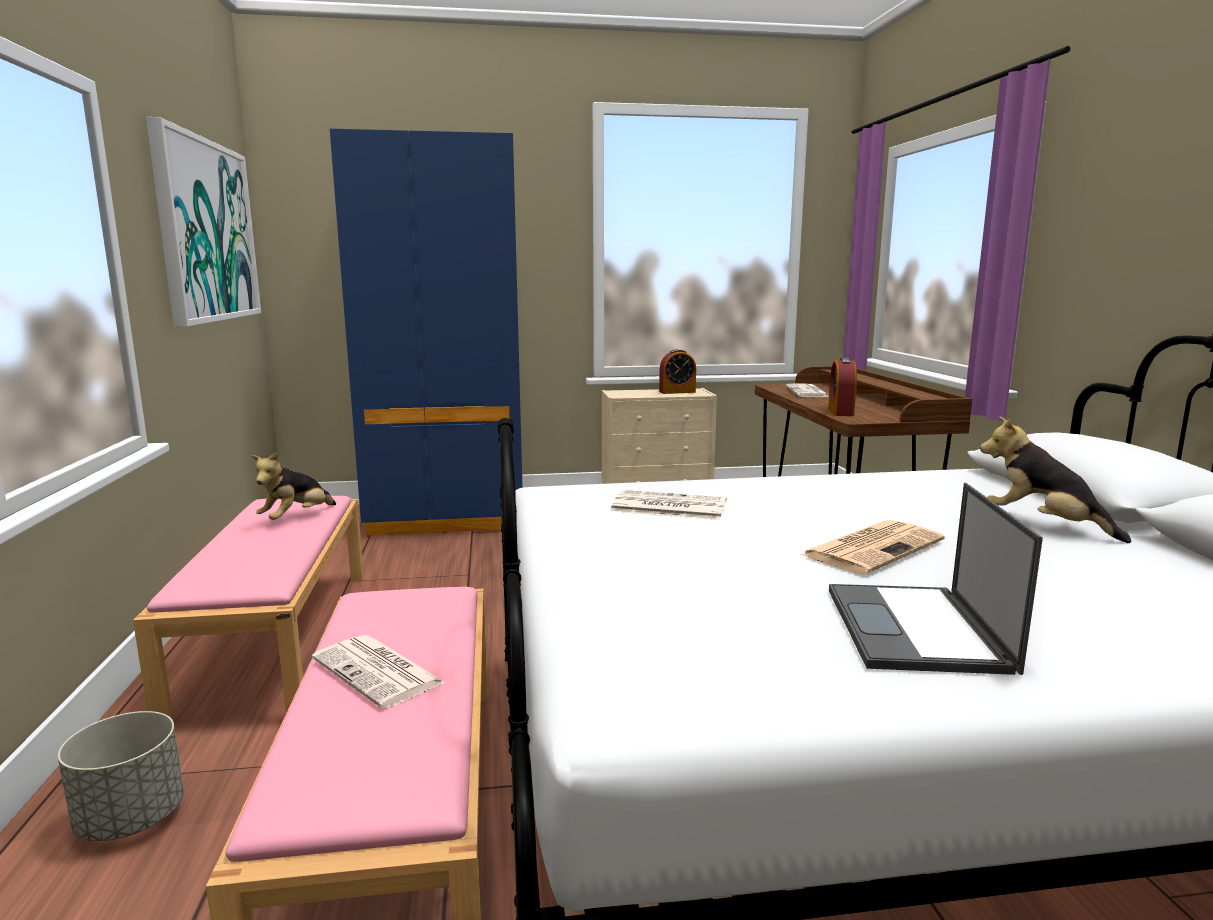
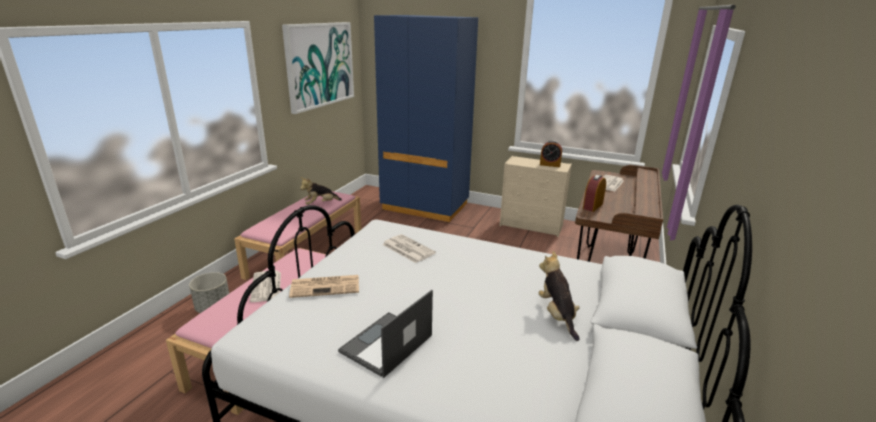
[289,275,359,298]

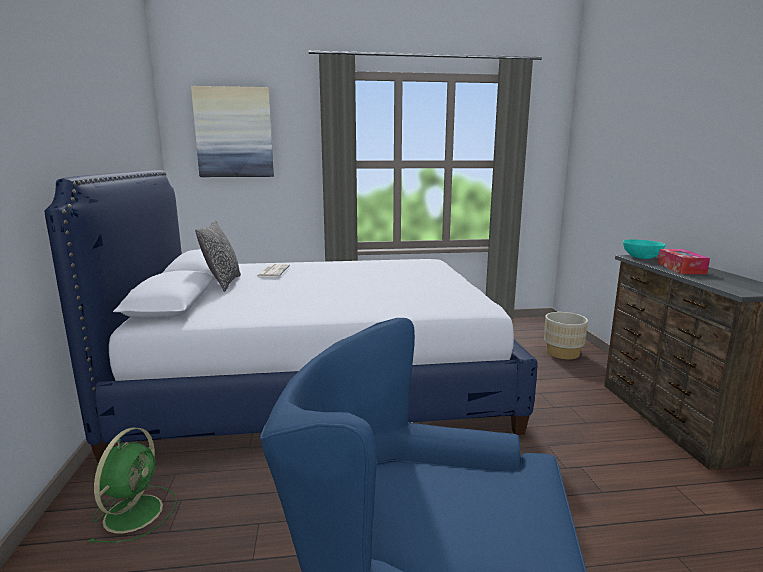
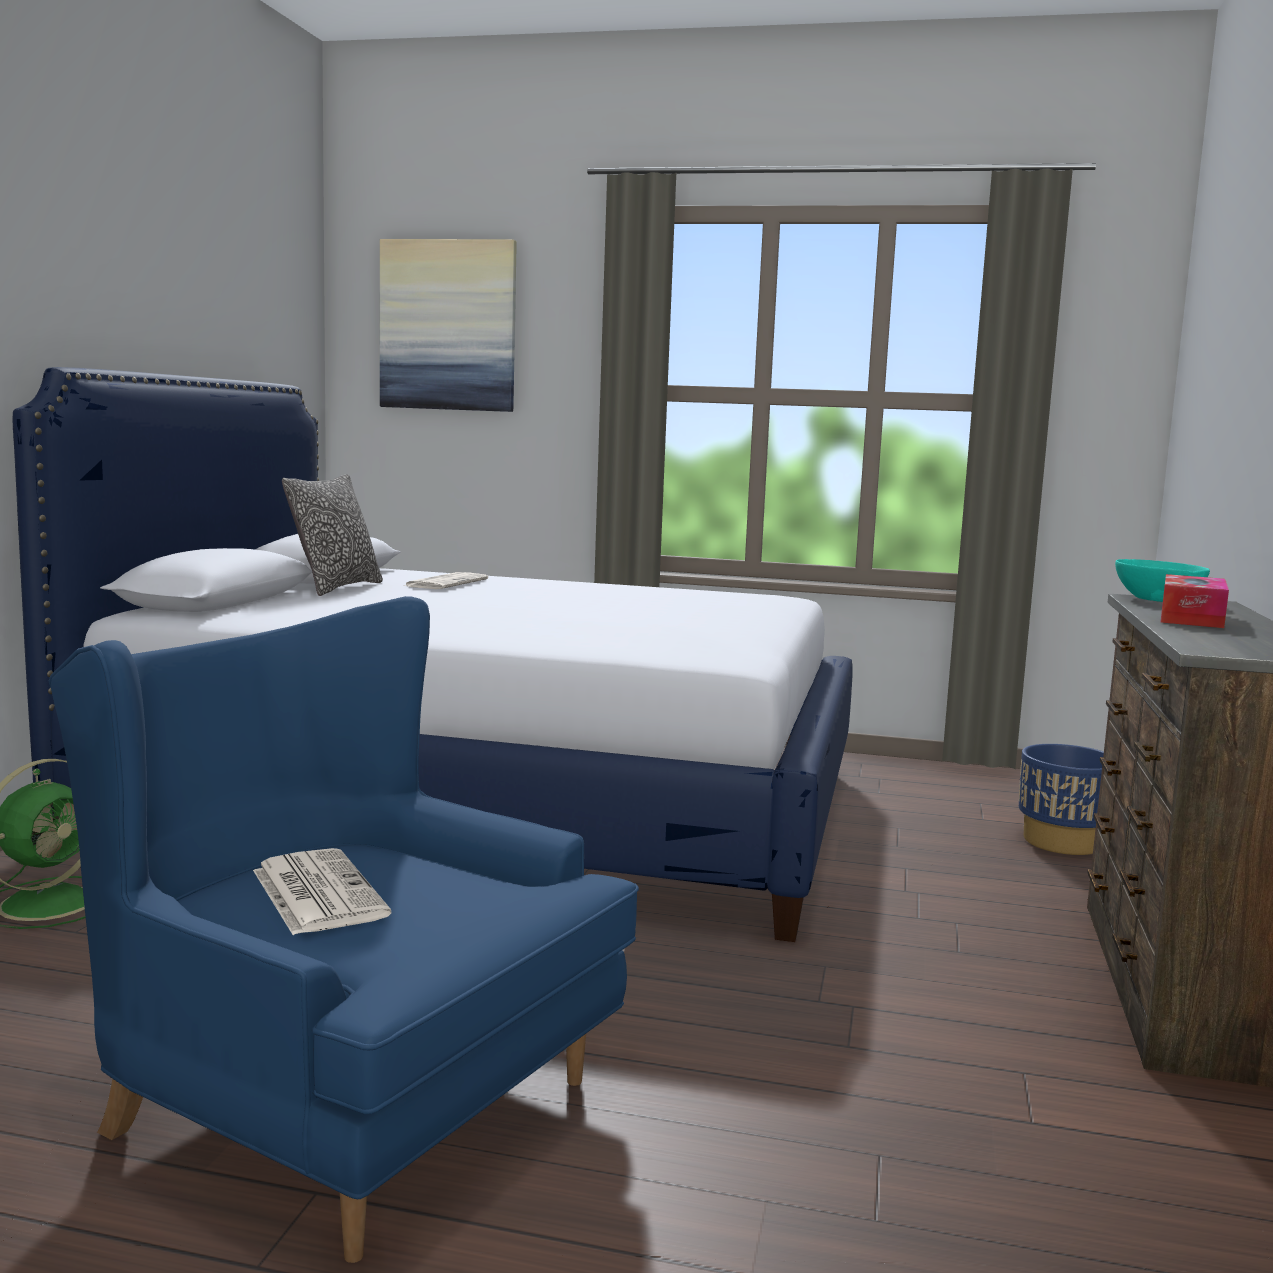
[253,848,391,935]
[1019,744,1104,855]

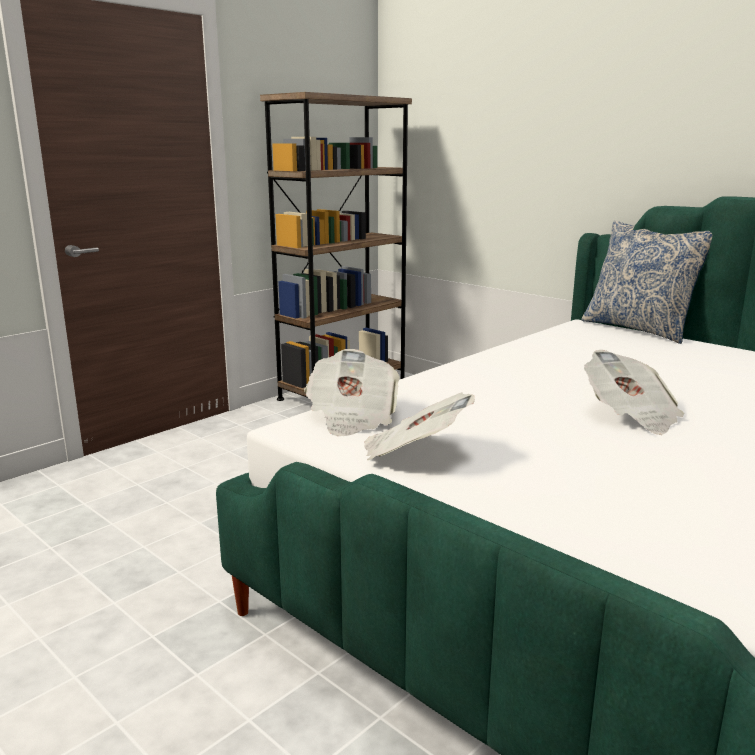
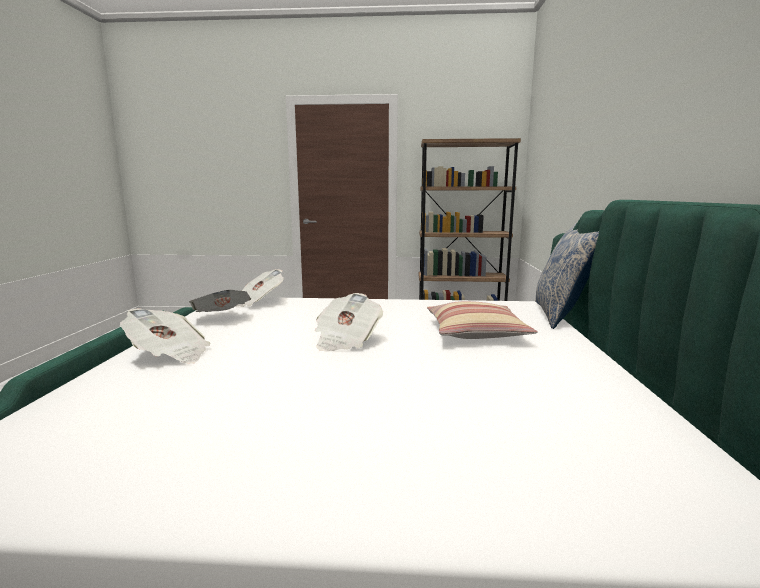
[120,308,211,364]
[427,301,538,339]

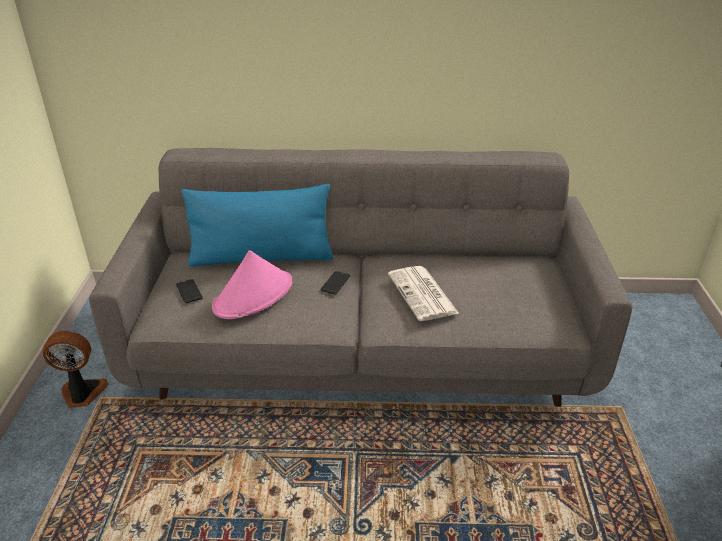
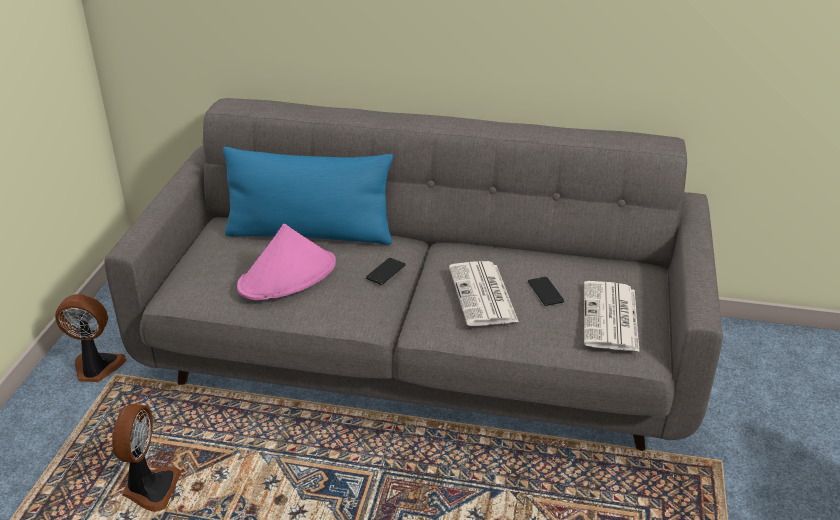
[112,404,182,512]
[584,281,640,352]
[528,277,564,306]

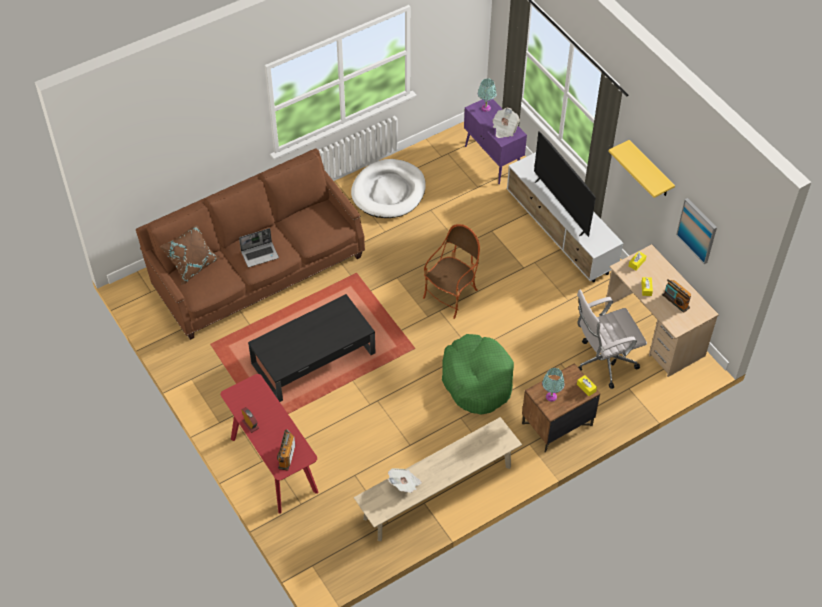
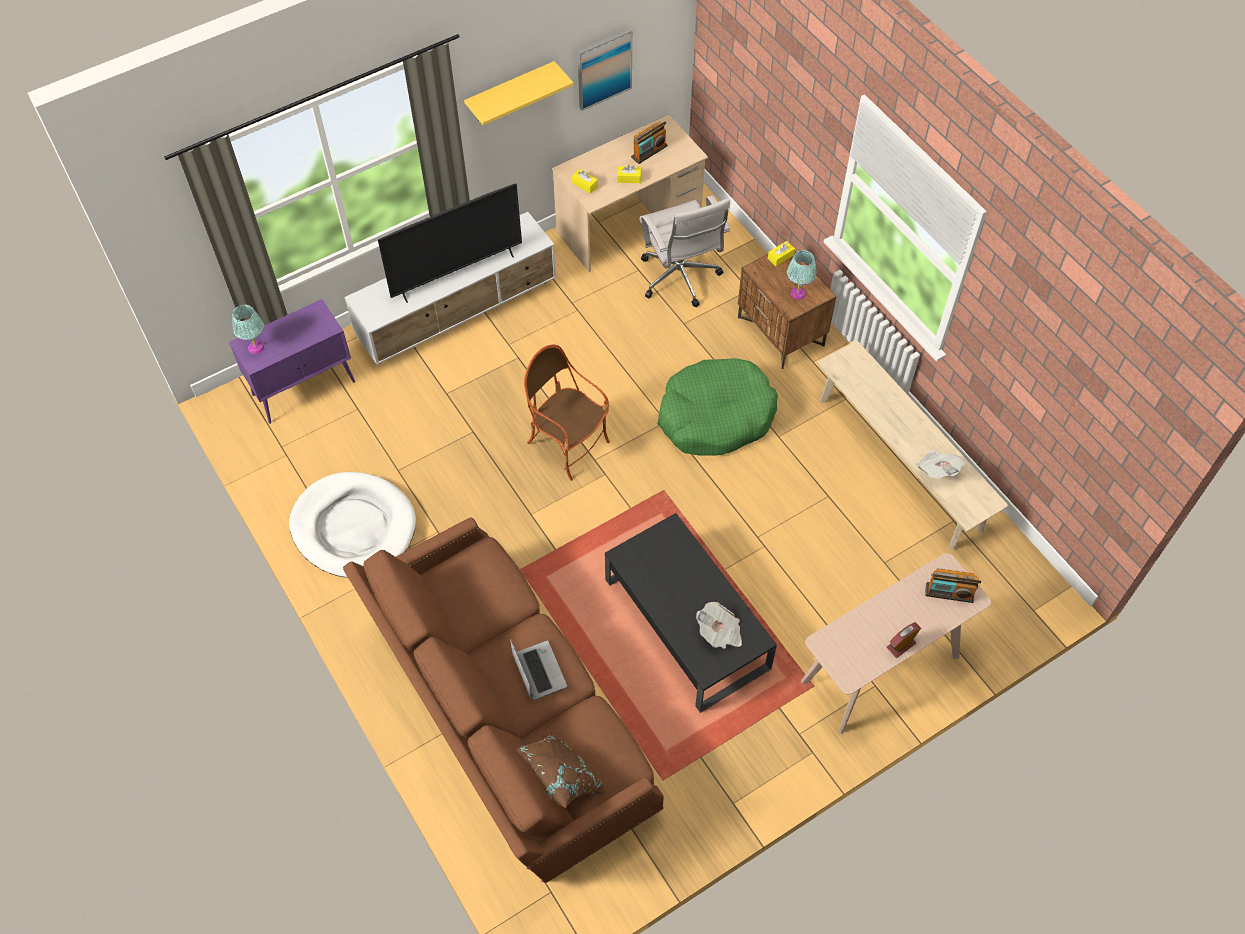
[696,602,742,649]
[801,553,991,734]

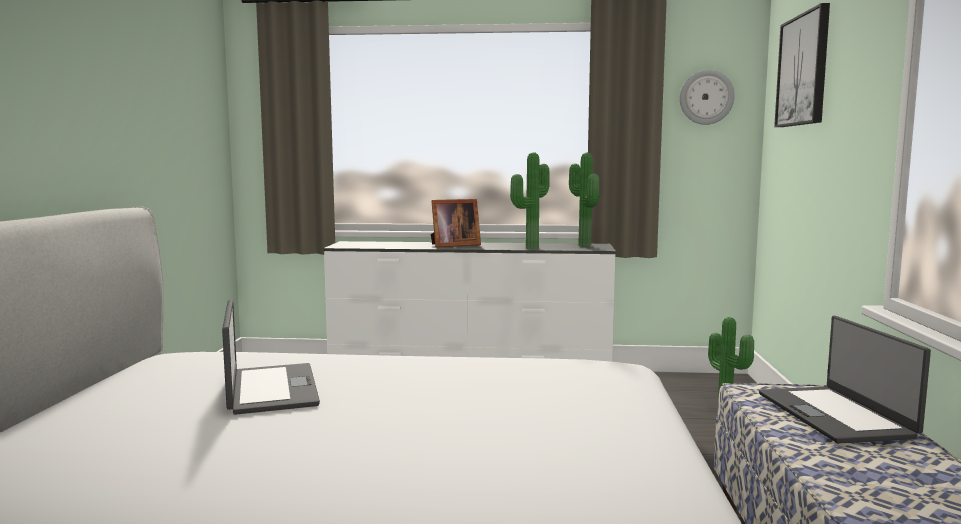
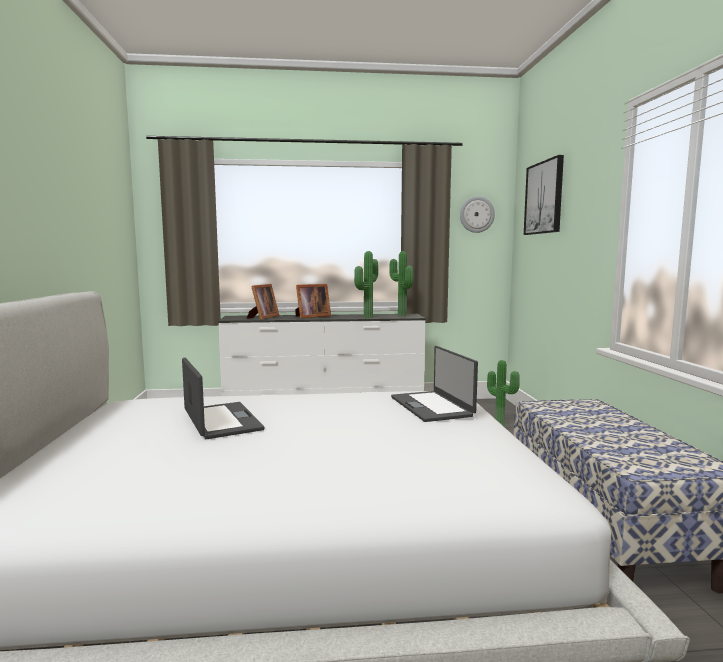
[247,284,279,320]
[391,346,478,422]

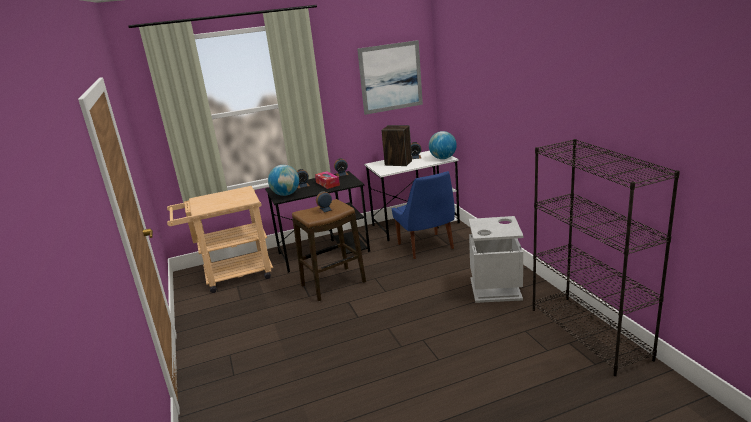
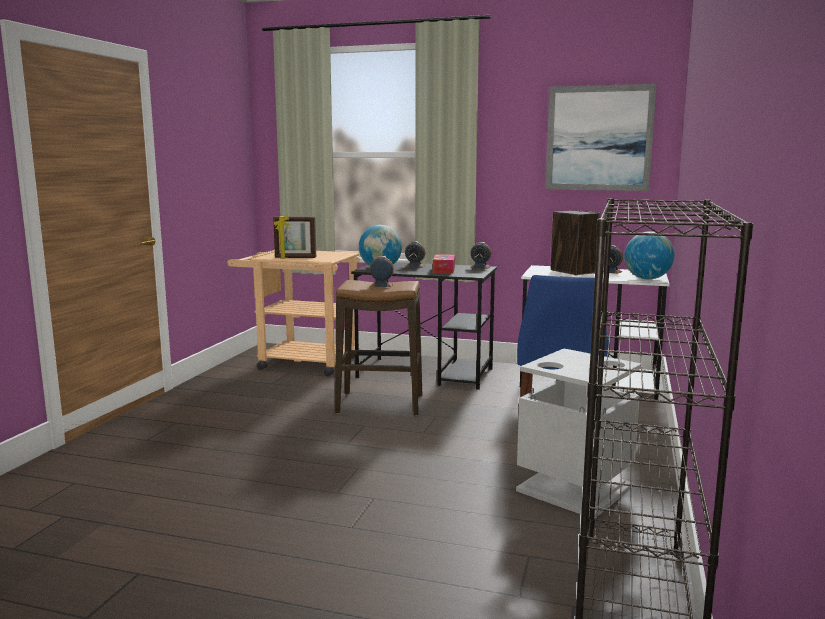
[273,215,316,258]

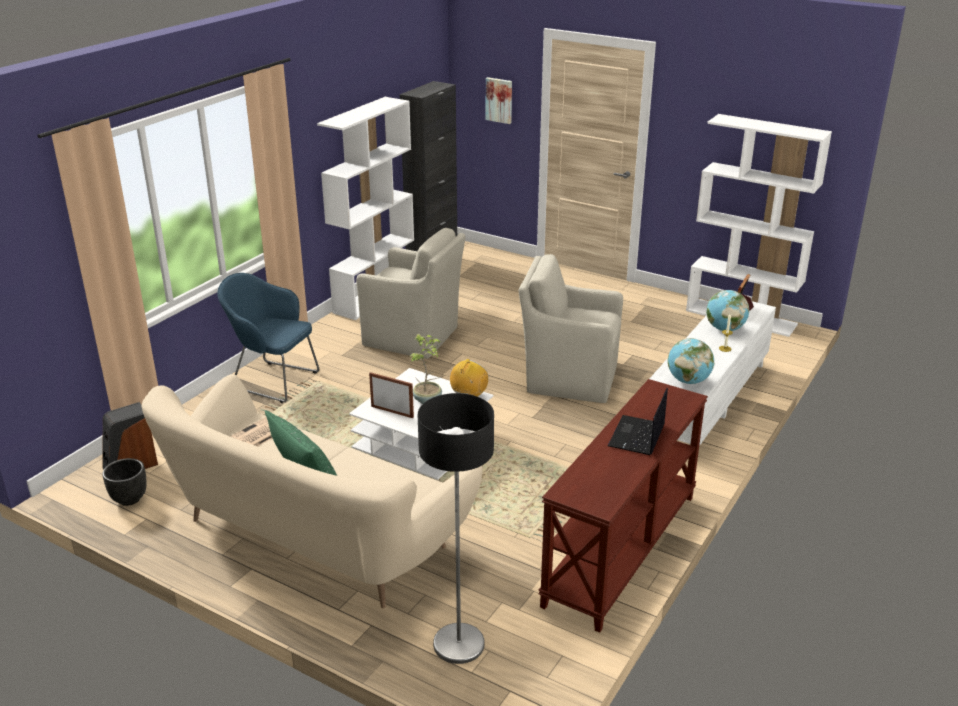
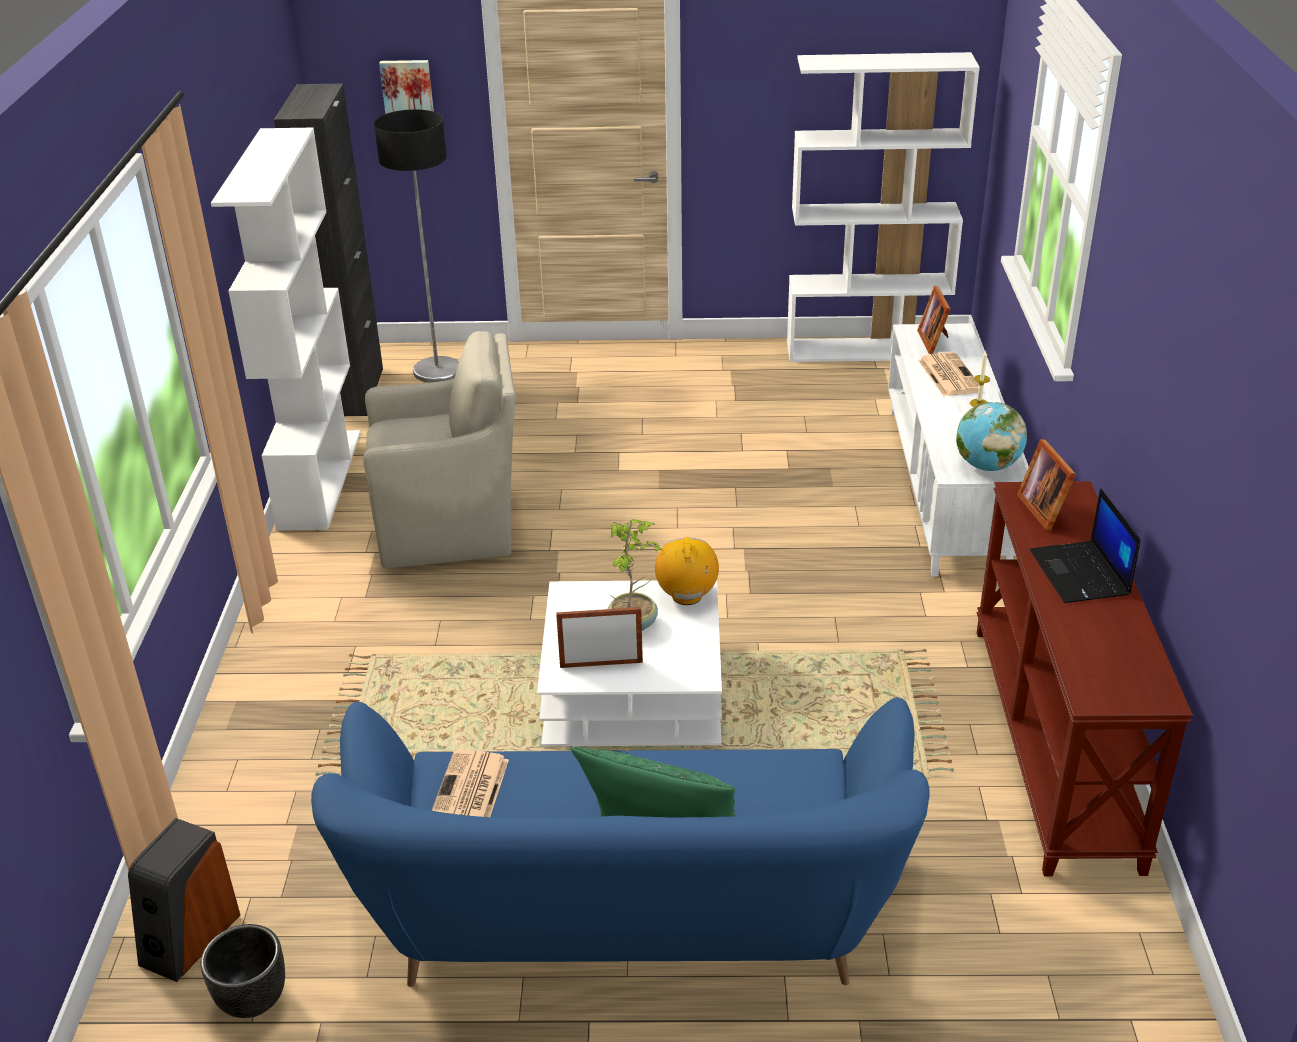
[217,273,319,403] (first image)
[519,254,623,403] (first image)
[1017,439,1076,531]
[374,109,459,383]
[918,352,979,396]
[311,697,930,987]

